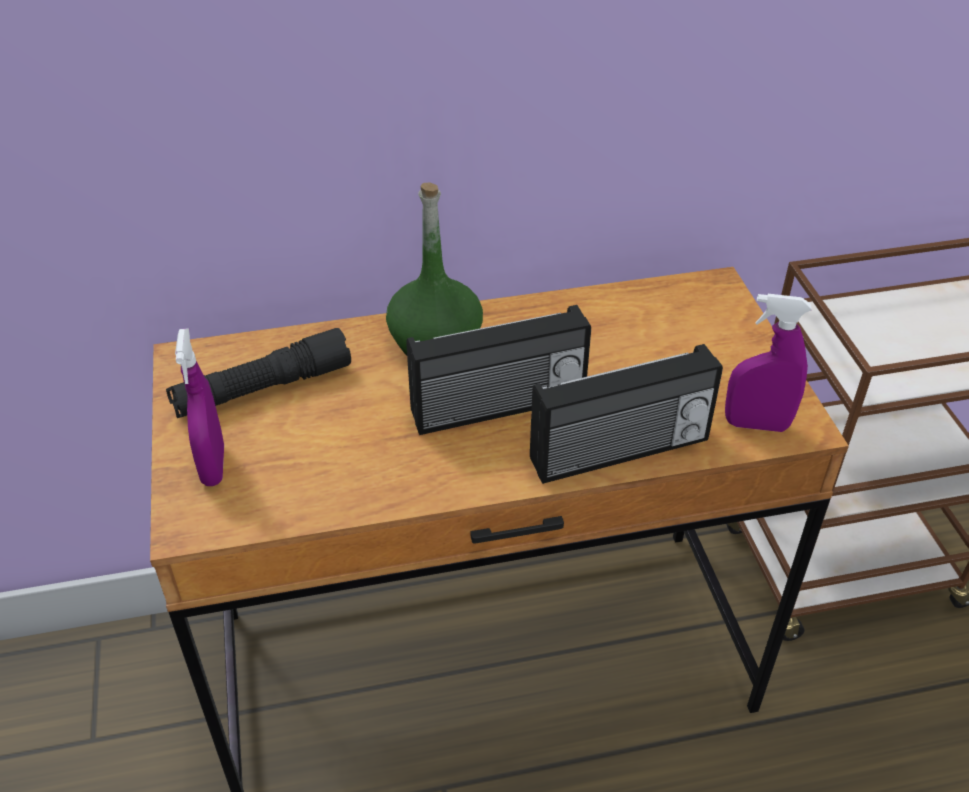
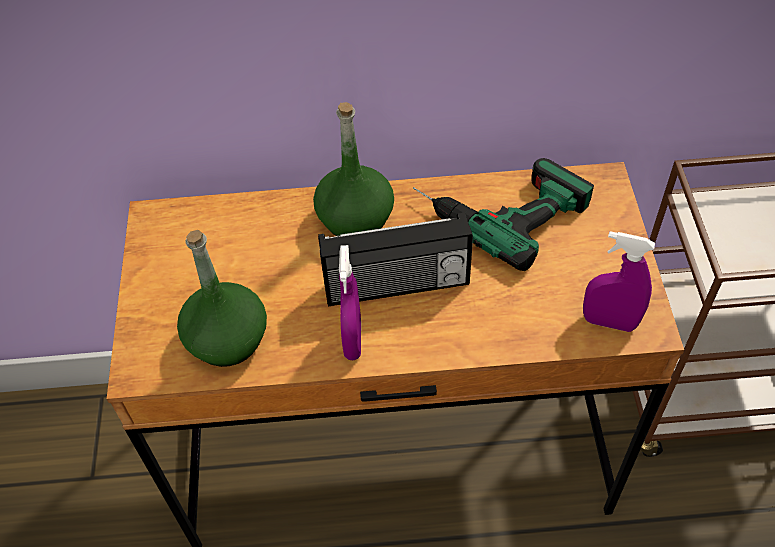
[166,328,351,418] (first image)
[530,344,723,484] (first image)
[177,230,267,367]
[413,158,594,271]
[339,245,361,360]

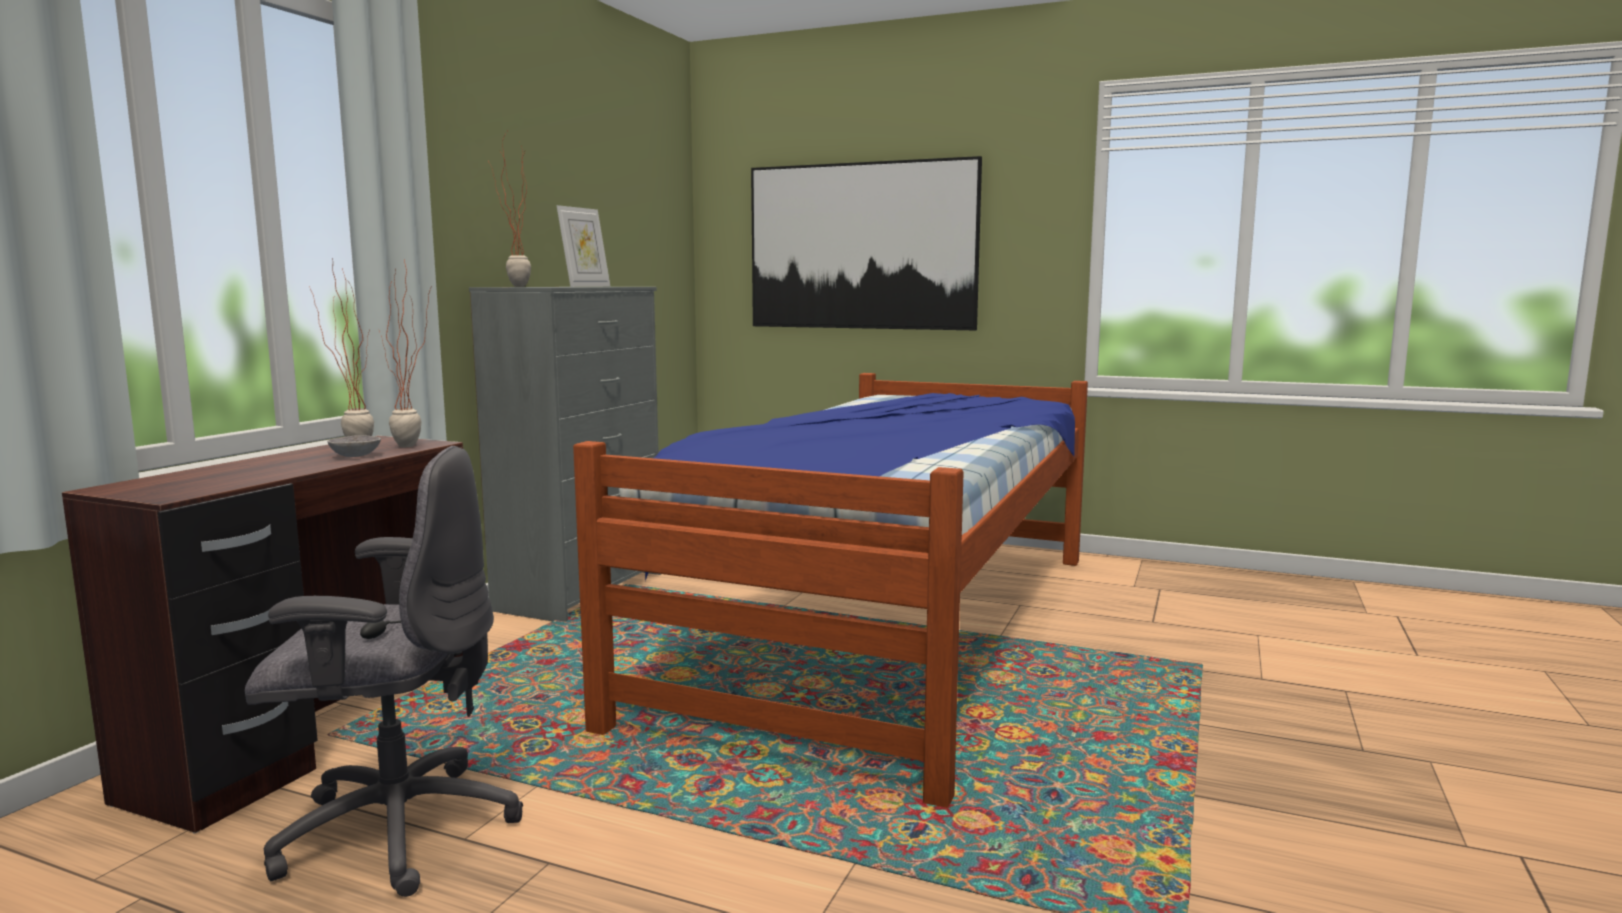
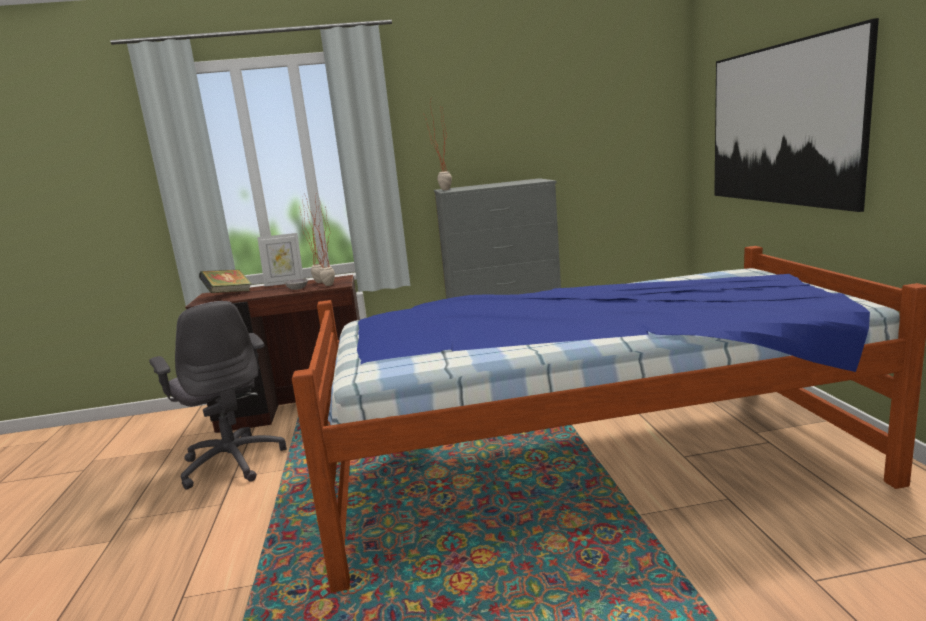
[199,269,252,293]
[257,233,304,286]

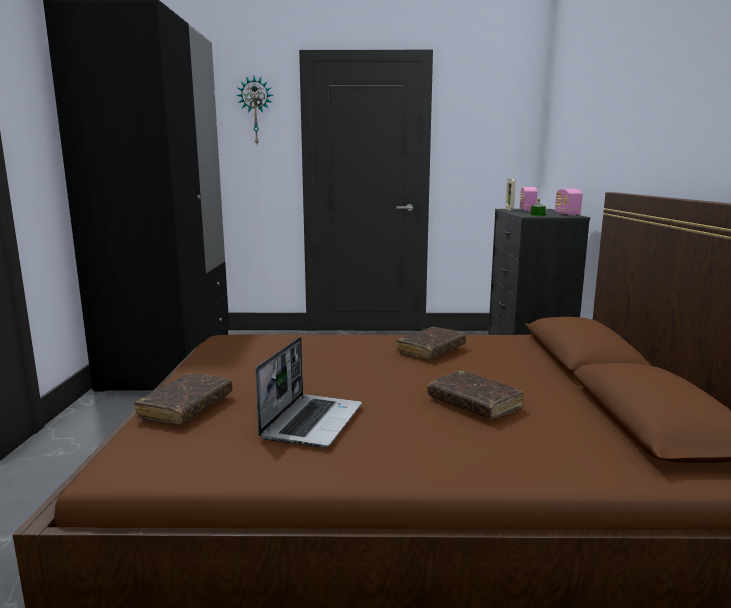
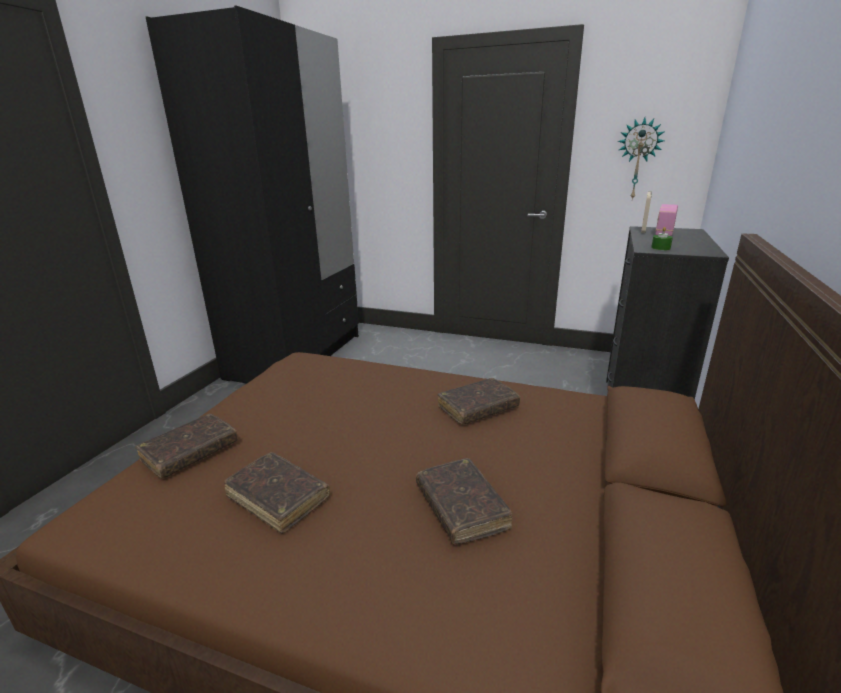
[555,189,583,216] (first image)
[618,118,665,199]
[224,452,330,534]

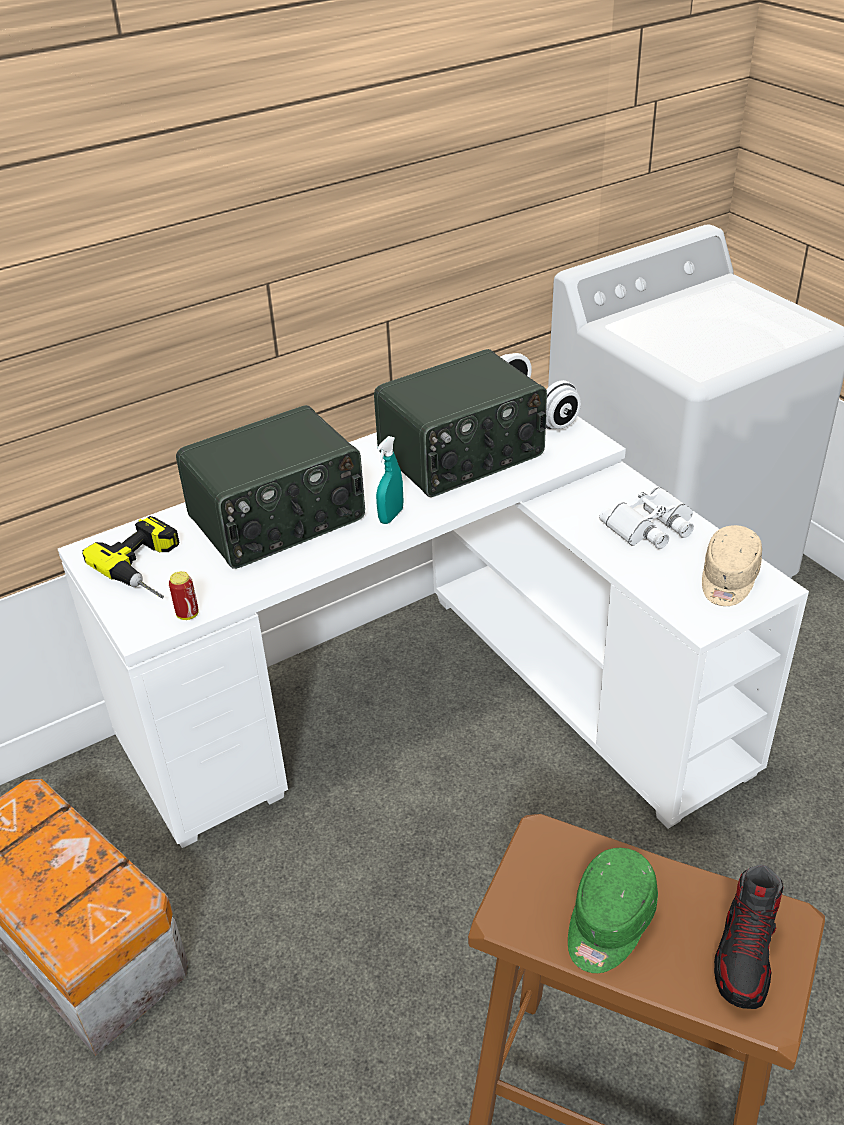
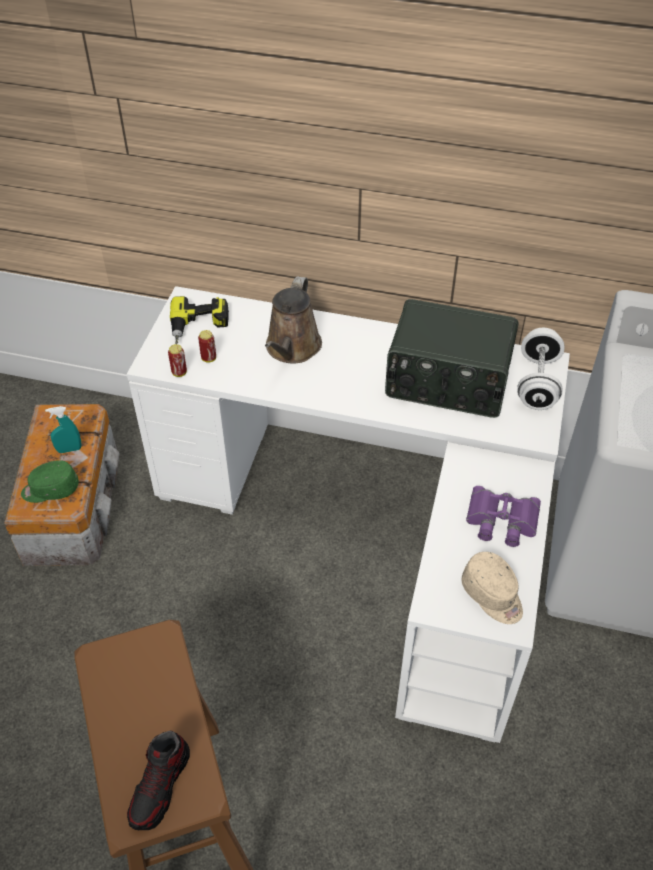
[198,330,216,363]
[45,406,82,453]
[21,460,79,503]
[265,276,322,363]
[466,486,541,547]
[461,552,523,624]
[127,731,190,830]

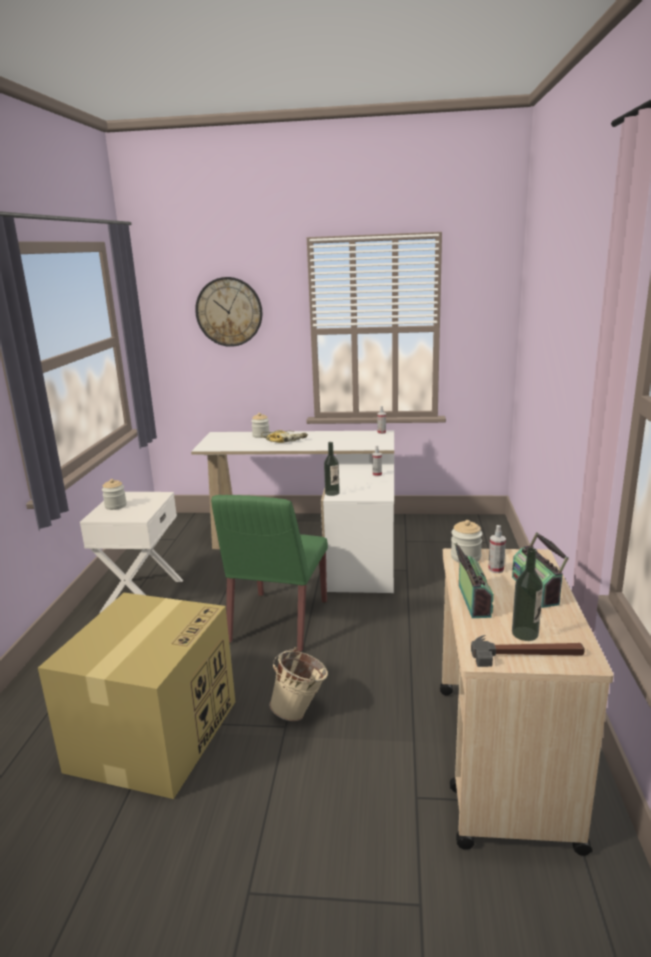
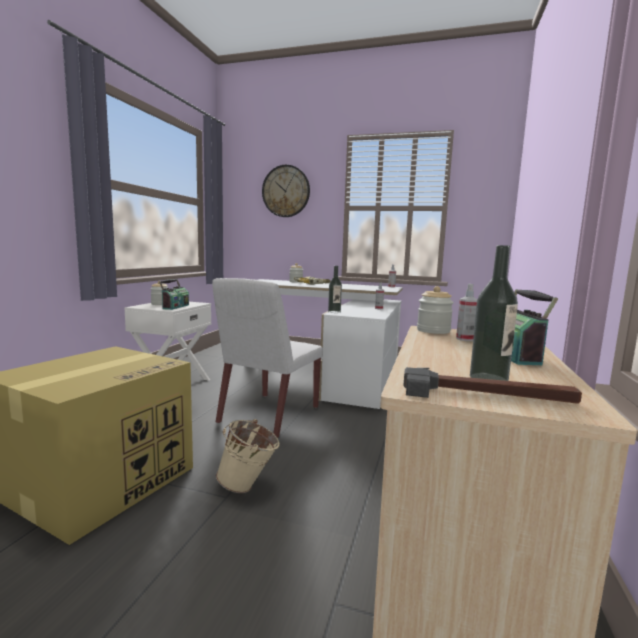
[159,279,189,310]
[212,278,323,438]

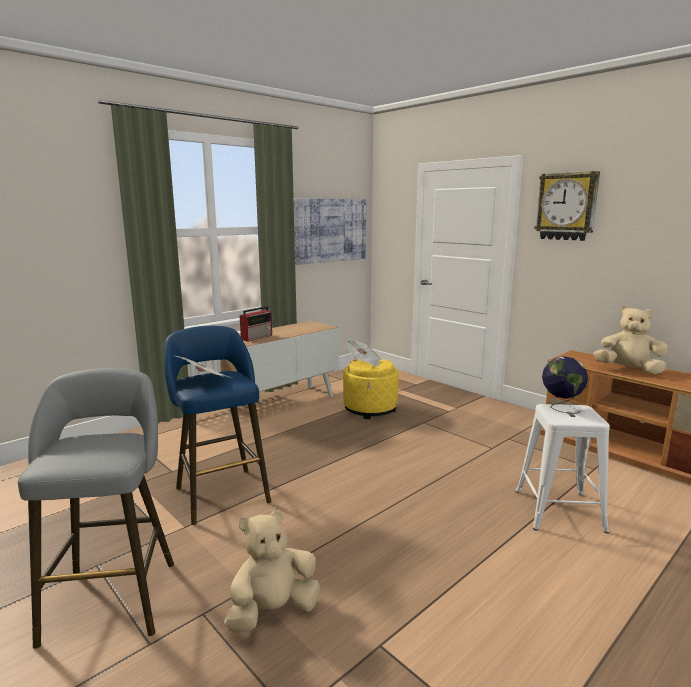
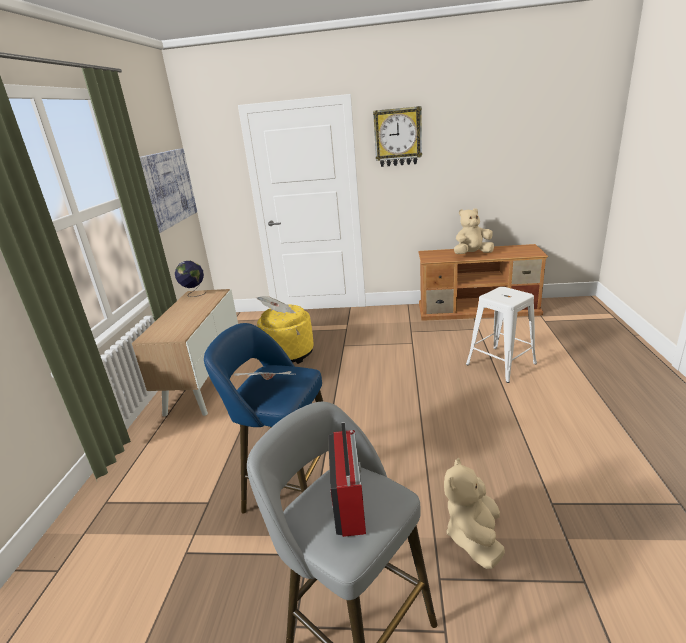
[328,422,366,537]
[175,261,206,297]

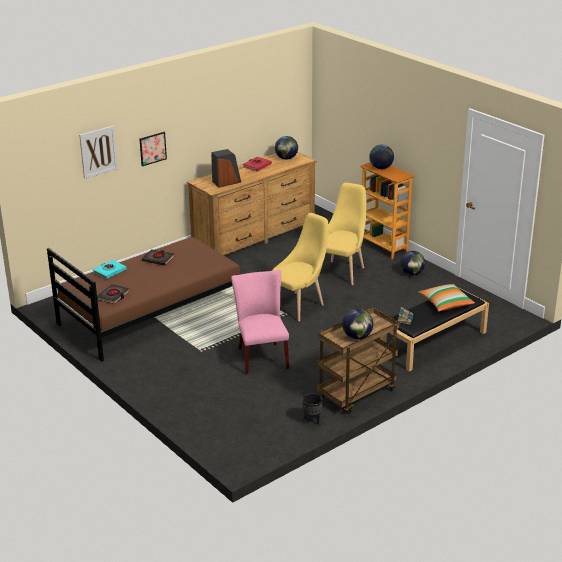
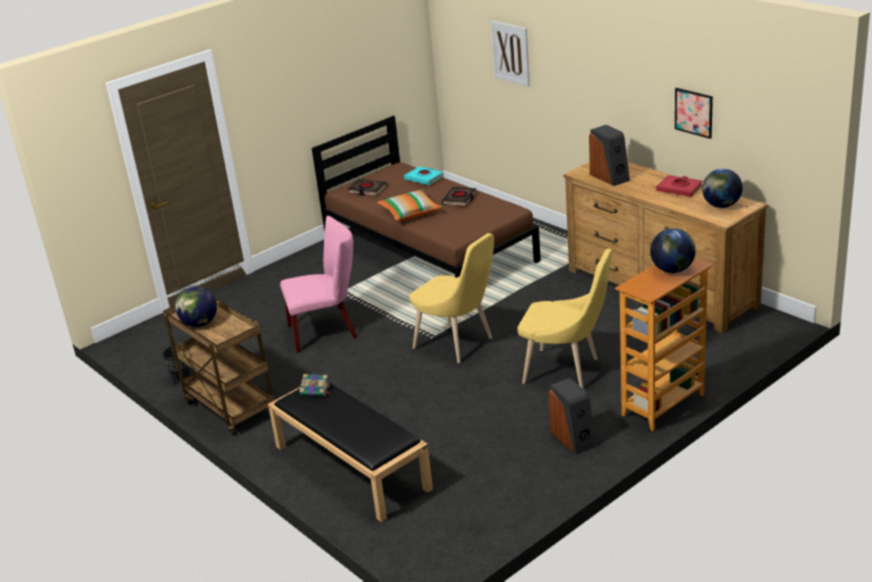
[675,88,713,139]
[377,190,442,221]
[548,378,596,455]

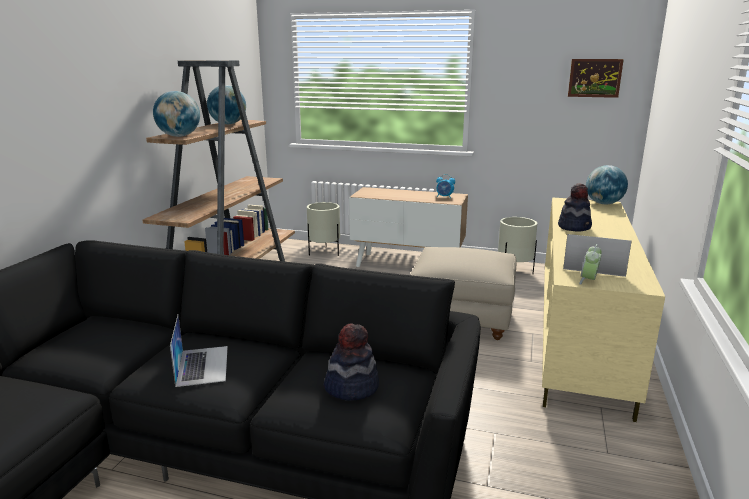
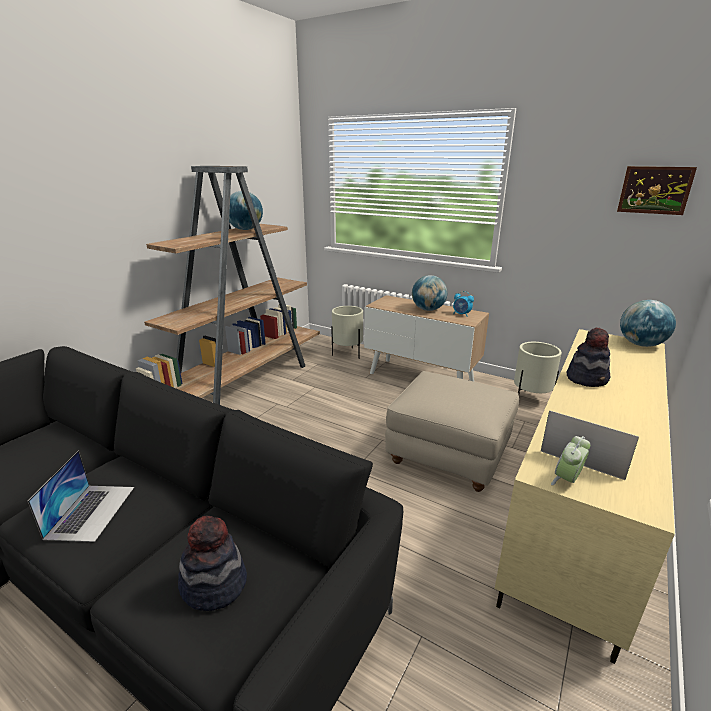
[412,275,448,311]

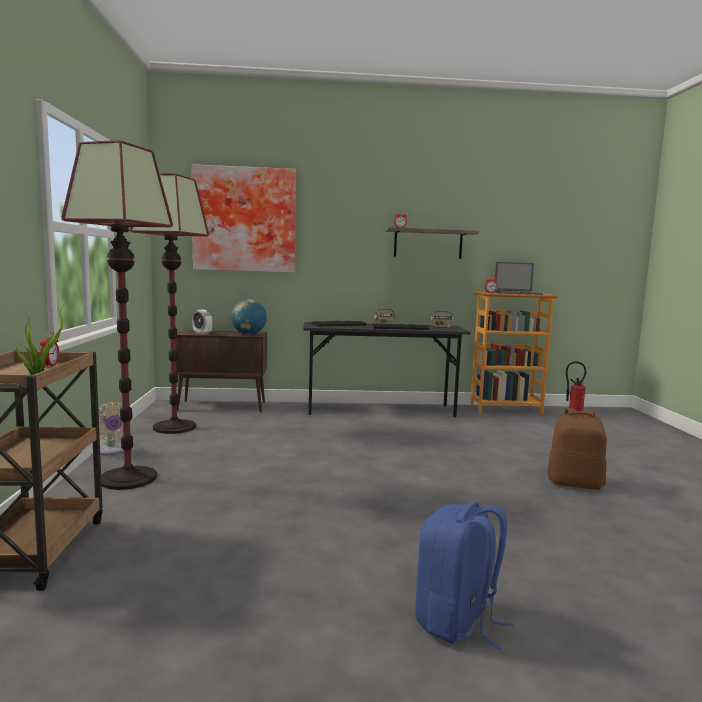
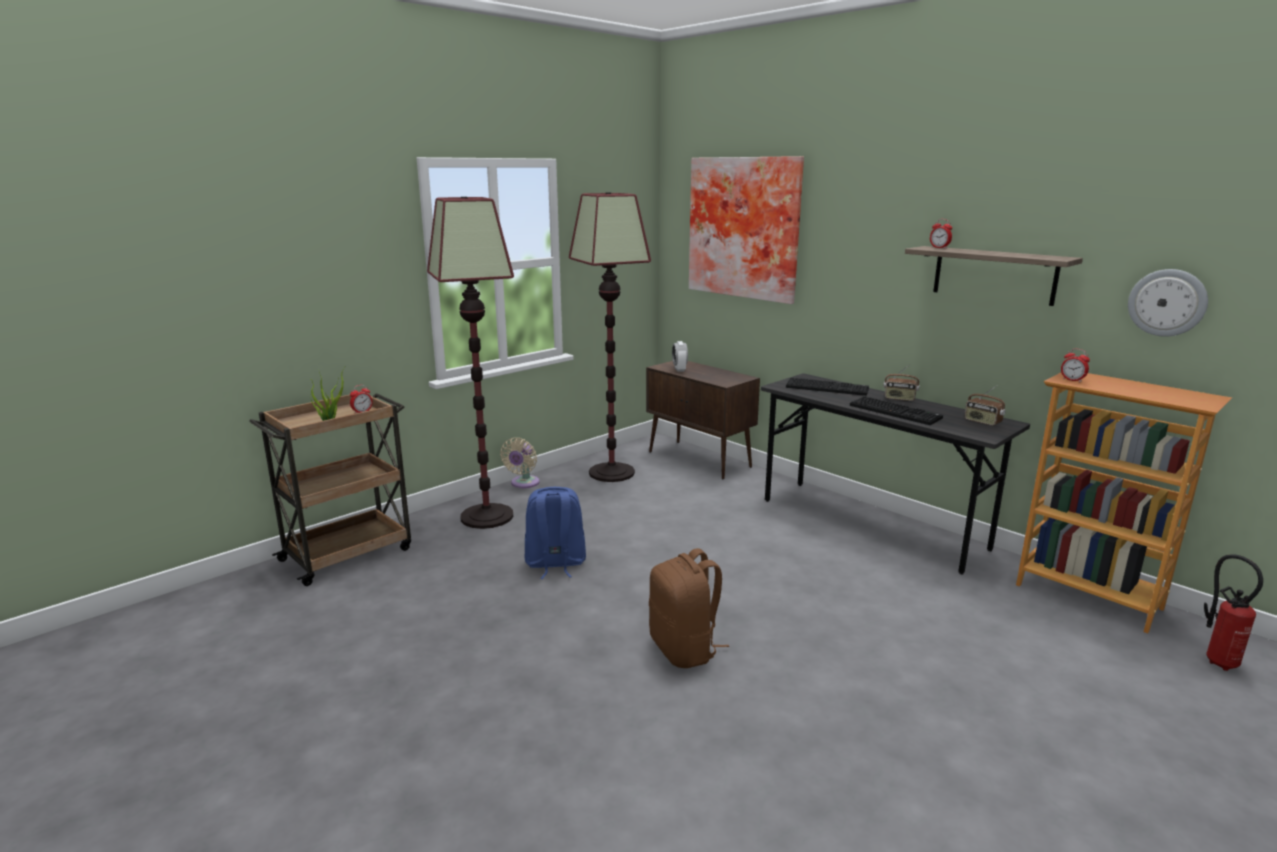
[231,299,267,335] (first image)
[495,262,543,295] (first image)
[1128,269,1208,337]
[525,487,586,579]
[649,548,729,668]

